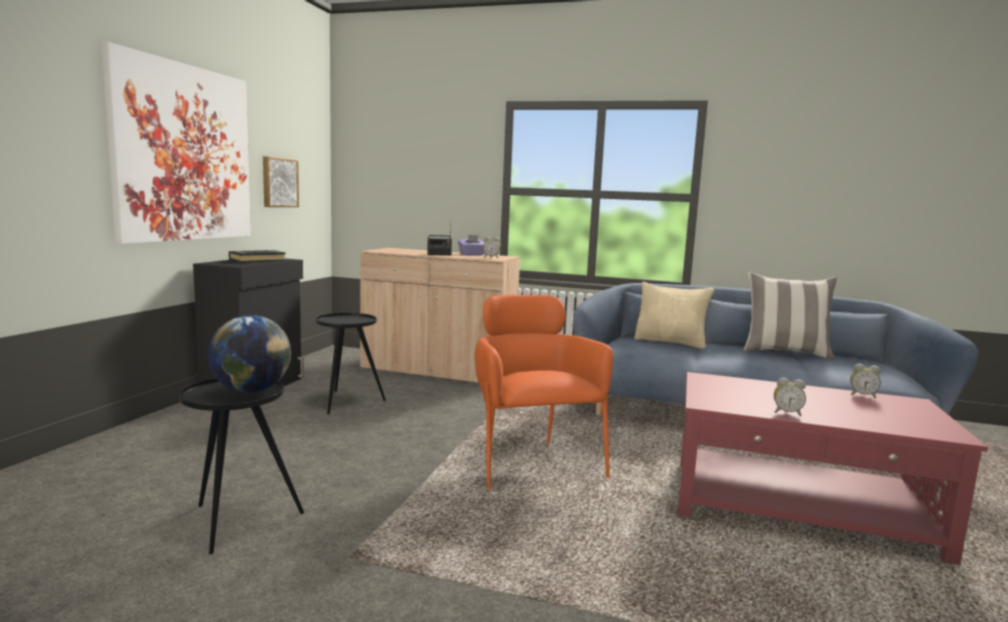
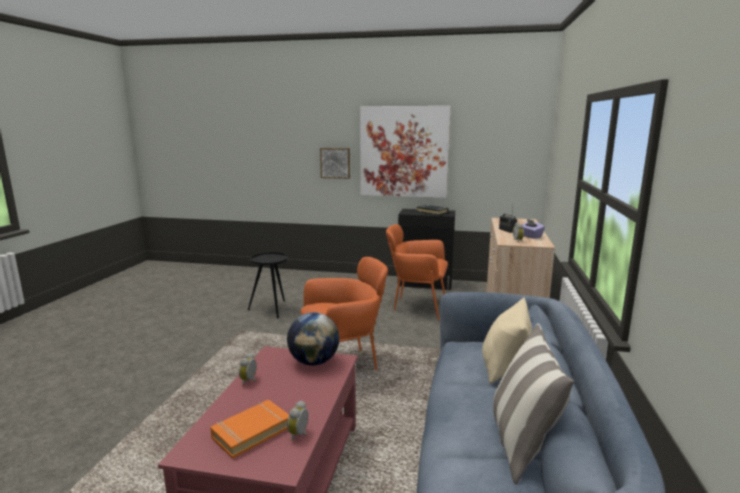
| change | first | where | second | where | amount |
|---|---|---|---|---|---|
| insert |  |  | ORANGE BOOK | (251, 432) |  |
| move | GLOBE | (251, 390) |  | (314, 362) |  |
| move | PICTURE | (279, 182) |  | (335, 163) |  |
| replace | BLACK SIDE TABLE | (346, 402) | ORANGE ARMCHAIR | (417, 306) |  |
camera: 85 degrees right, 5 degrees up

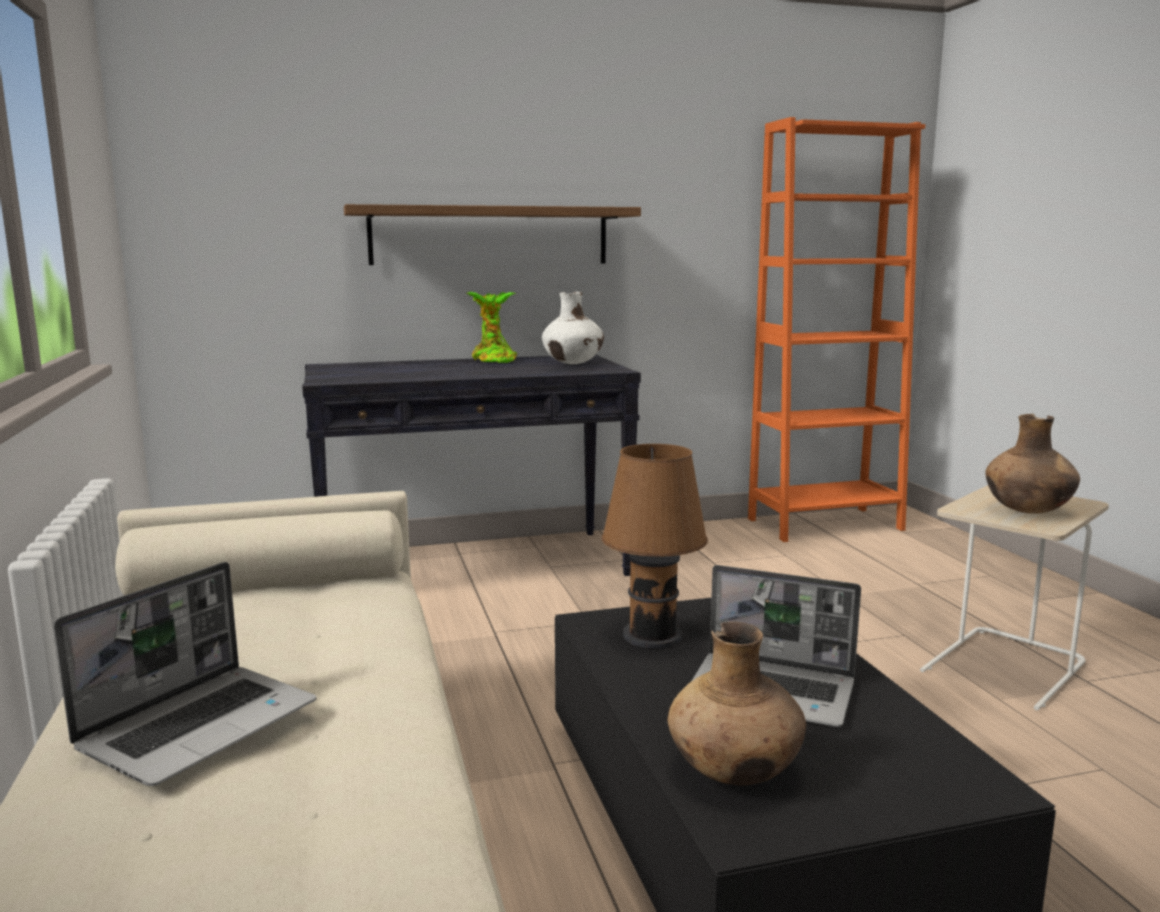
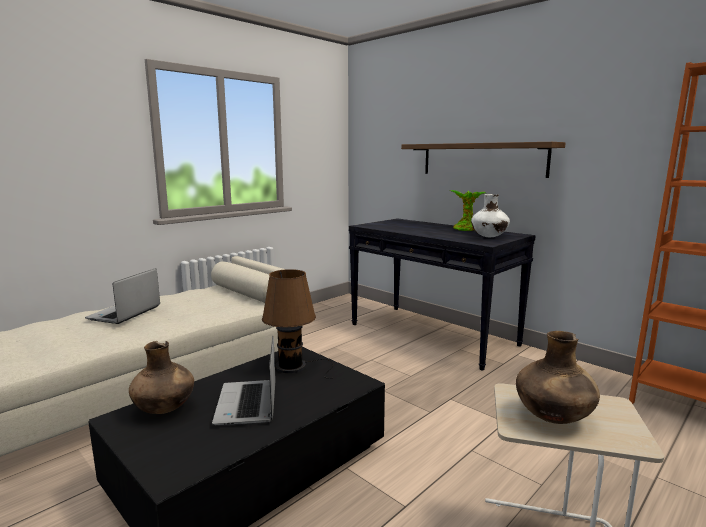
| change | first | where | second | where | amount |
|---|---|---|---|---|---|
| rotate | LAPTOP | (200, 725) |  | (124, 313) | 105 degrees clockwise |
camera: 60 degrees right, 0 degrees up

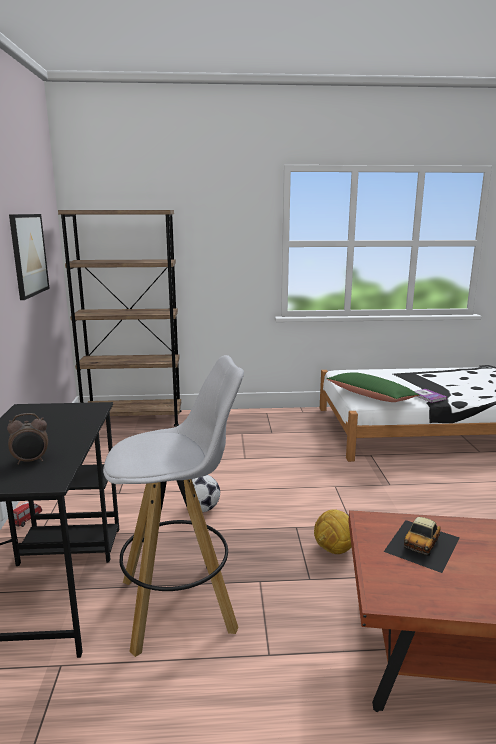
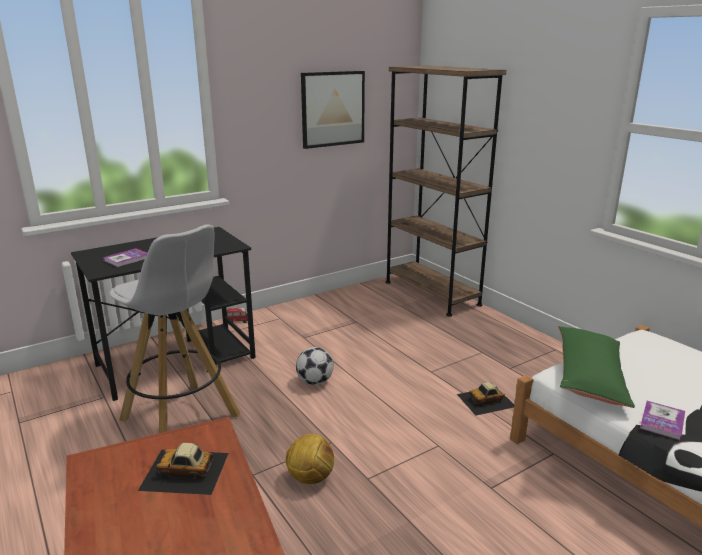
| change | first | where | second | where | amount |
|---|---|---|---|---|---|
| insert |  |  | TOY CAR | (486, 400) |  |
| replace | ALARM CLOCK | (31, 461) | BOOK | (127, 259) |  |
camera: 60 degrees right, 5 degrees up

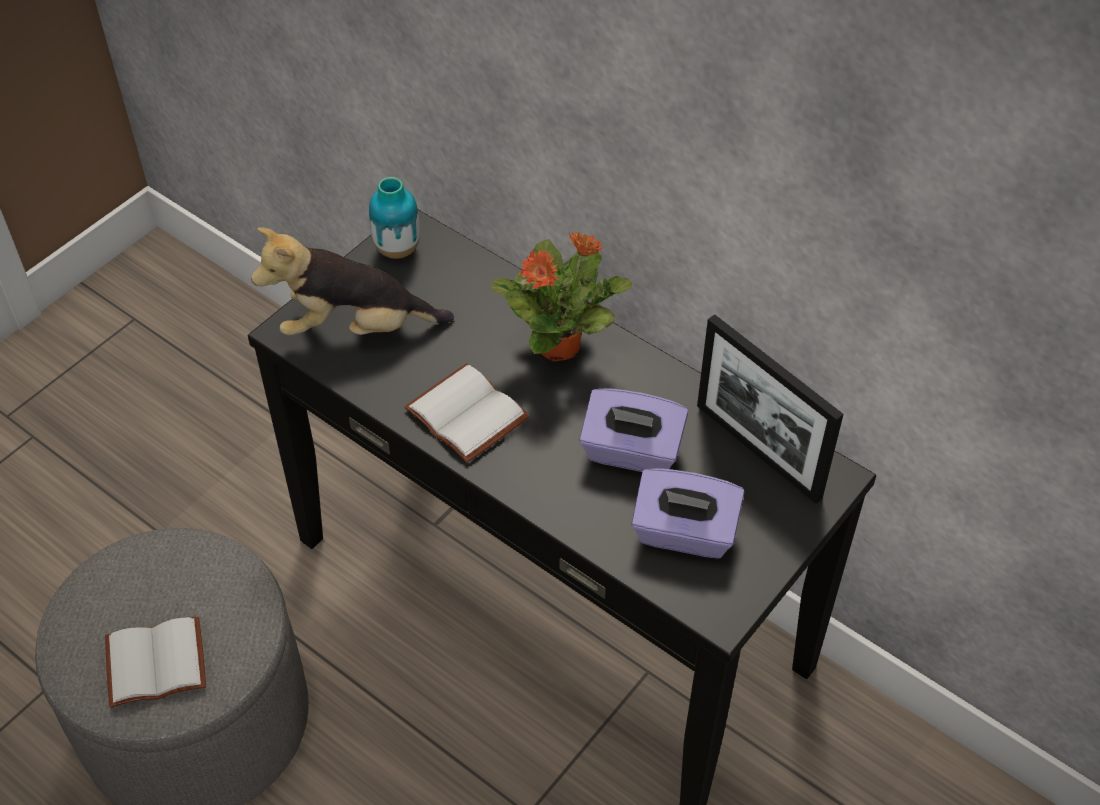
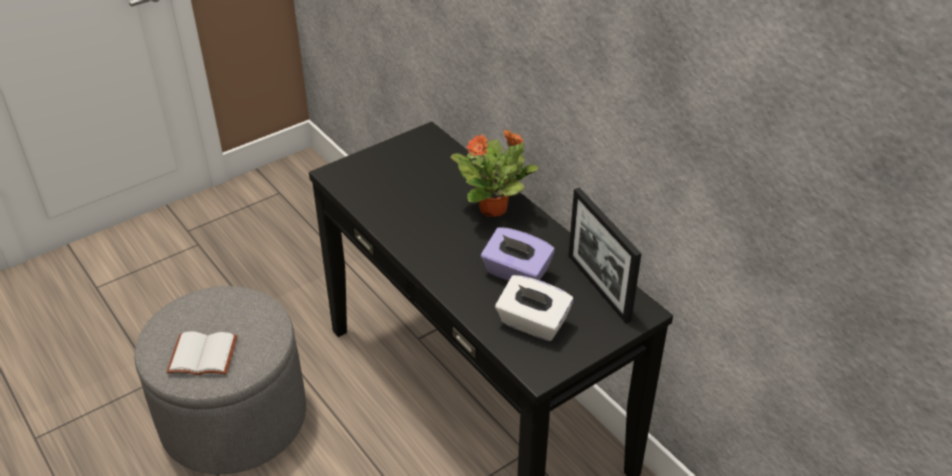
| change | first | where | second | where | amount |
|---|---|---|---|---|---|
| delete | PLUSH TOY | (355, 328) |  |  |  |
| delete | VASE | (397, 249) |  |  |  |
| delete | WHITE BOOK | (470, 414) |  |  |  |
| recolor | PURPLE TISSUE BOX | (684, 533) | WHITE TISSUE BOX | (532, 323) |  |
camera: 15 degrees right, 10 degrees down

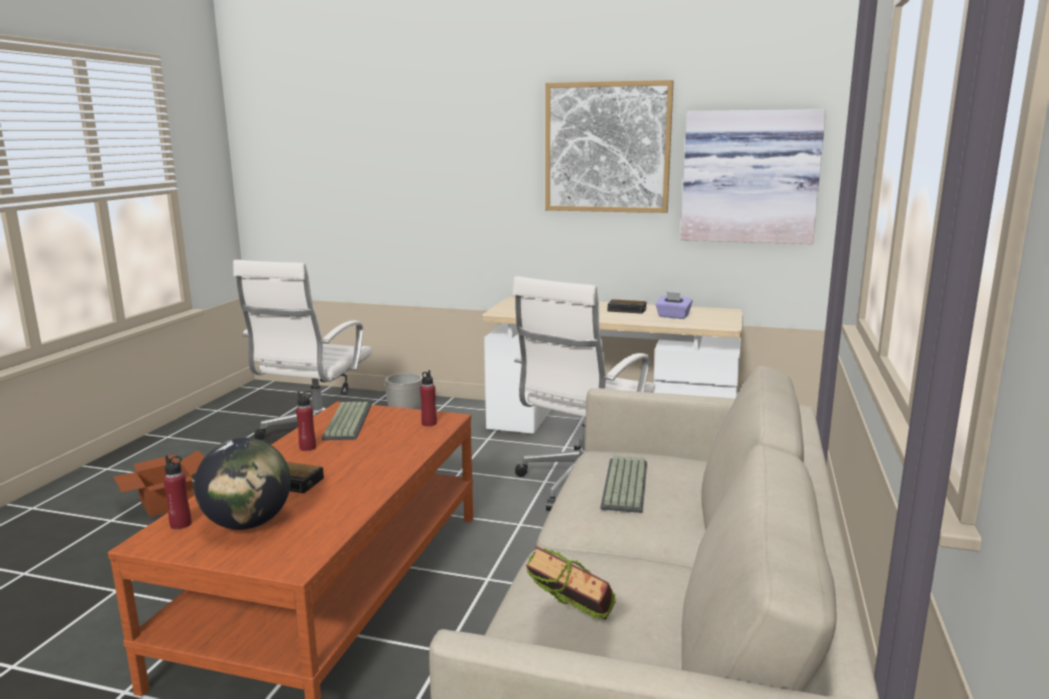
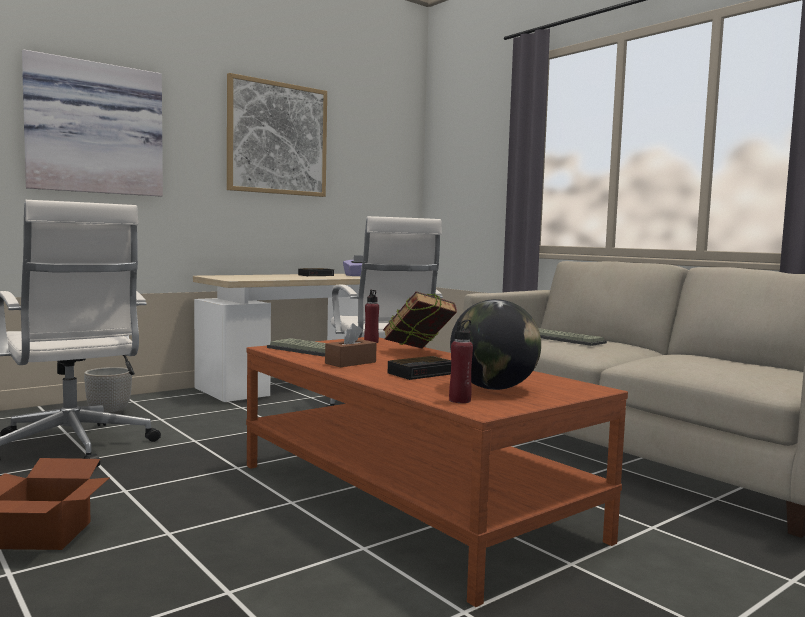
| change | first | where | second | where | amount |
|---|---|---|---|---|---|
| move | BOOK | (571, 630) |  | (418, 352) |  |
| move | PICTURE | (750, 177) |  | (94, 129) |  |
| replace | RED BOTTLE | (308, 448) | BROWN TISSUE BOX | (350, 363) |  |
camera: 55 degrees left, 10 degrees down

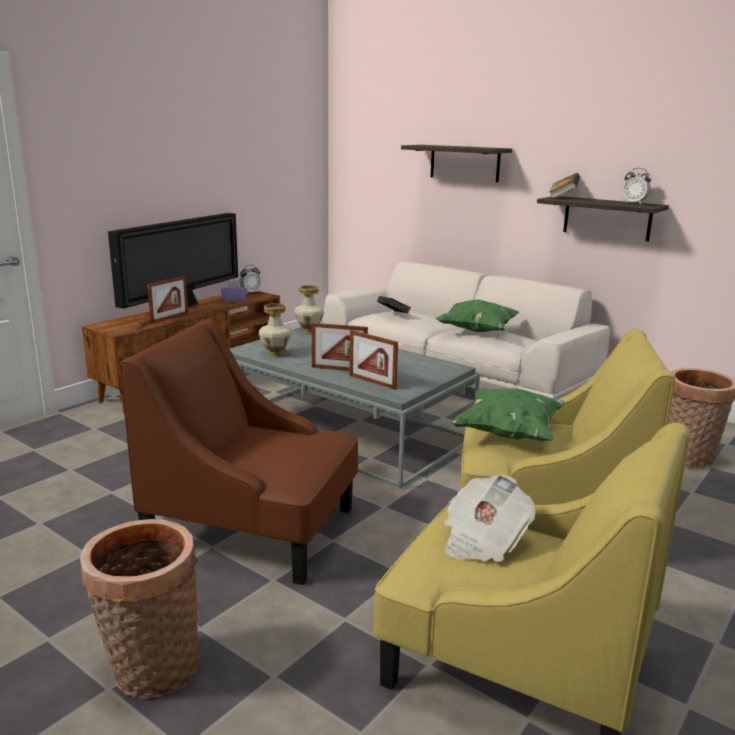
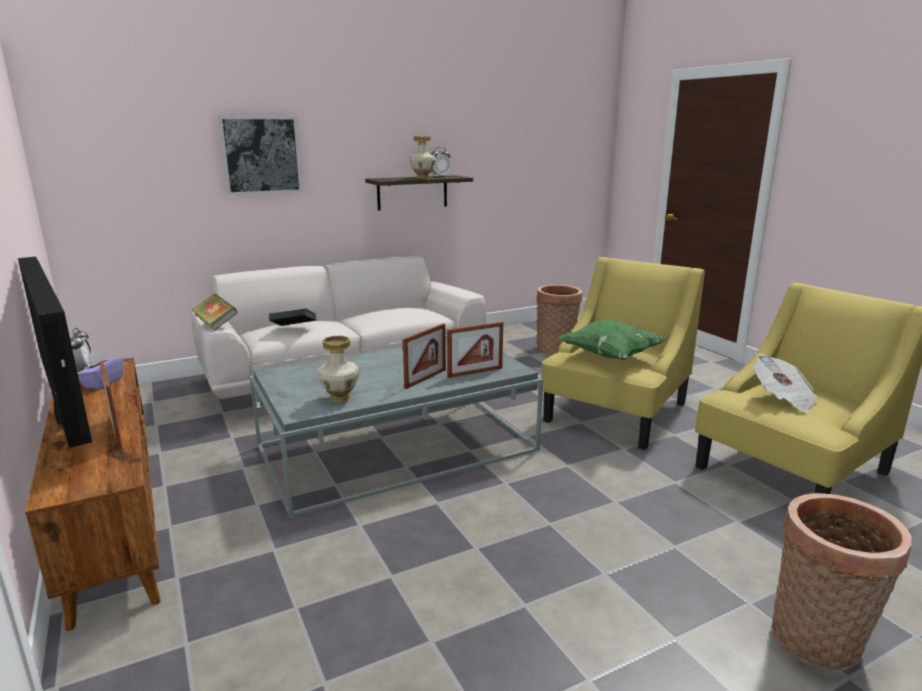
| change | first | where | second | where | amount |
|---|---|---|---|---|---|
| delete | BROWN ARMCHAIR | (254, 529) |  |  |  |
| delete | GREEN PILLOW | (476, 331) |  |  |  |
| move | VASE | (309, 331) |  | (422, 178) |  |
| move | BOOK | (563, 197) |  | (216, 324) |  |
| replace | SHELF | (464, 163) | PICTURE | (261, 155) |  |
camera: 65 degrees left, 0 degrees up

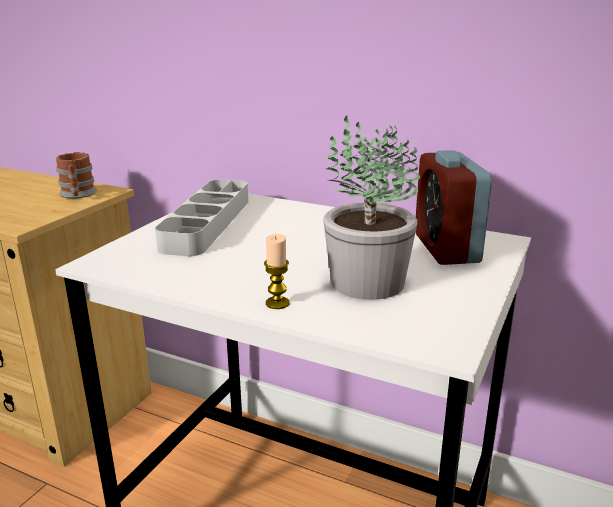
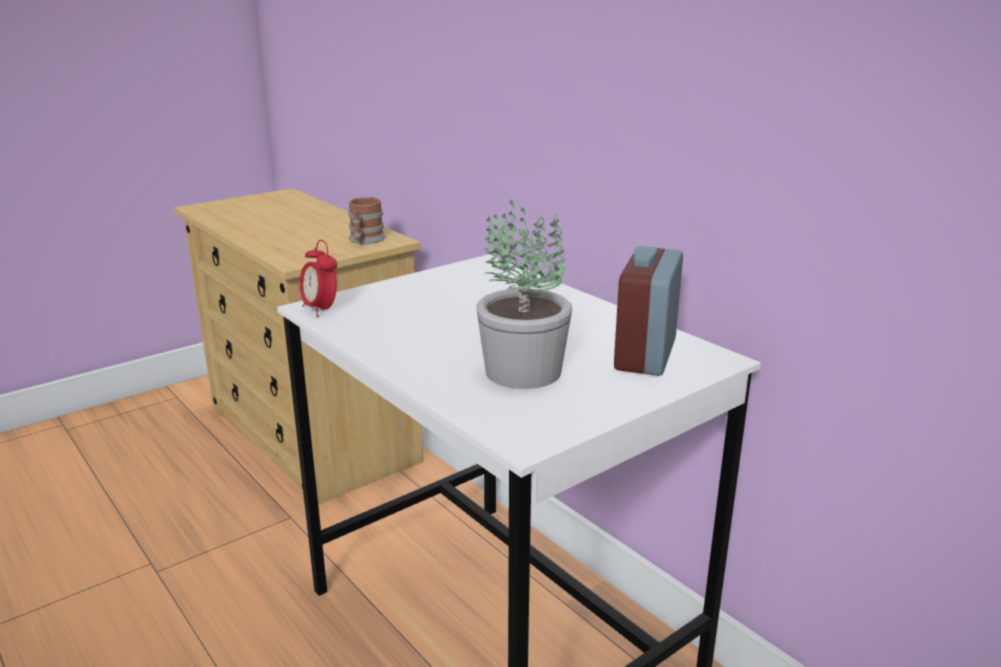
| change | first | where | second | where | amount |
|---|---|---|---|---|---|
| delete | GREY TRAY | (207, 223) |  |  |  |
| delete | CANDLE | (277, 303) |  |  |  |
| insert |  |  | ALARM CLOCK | (320, 310) |  |
camera: 25 degrees right, 0 degrees up

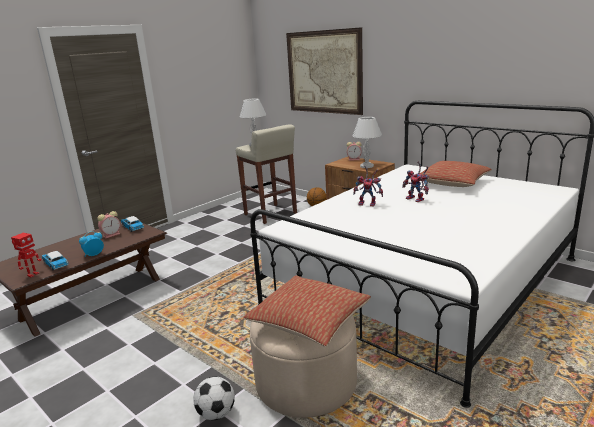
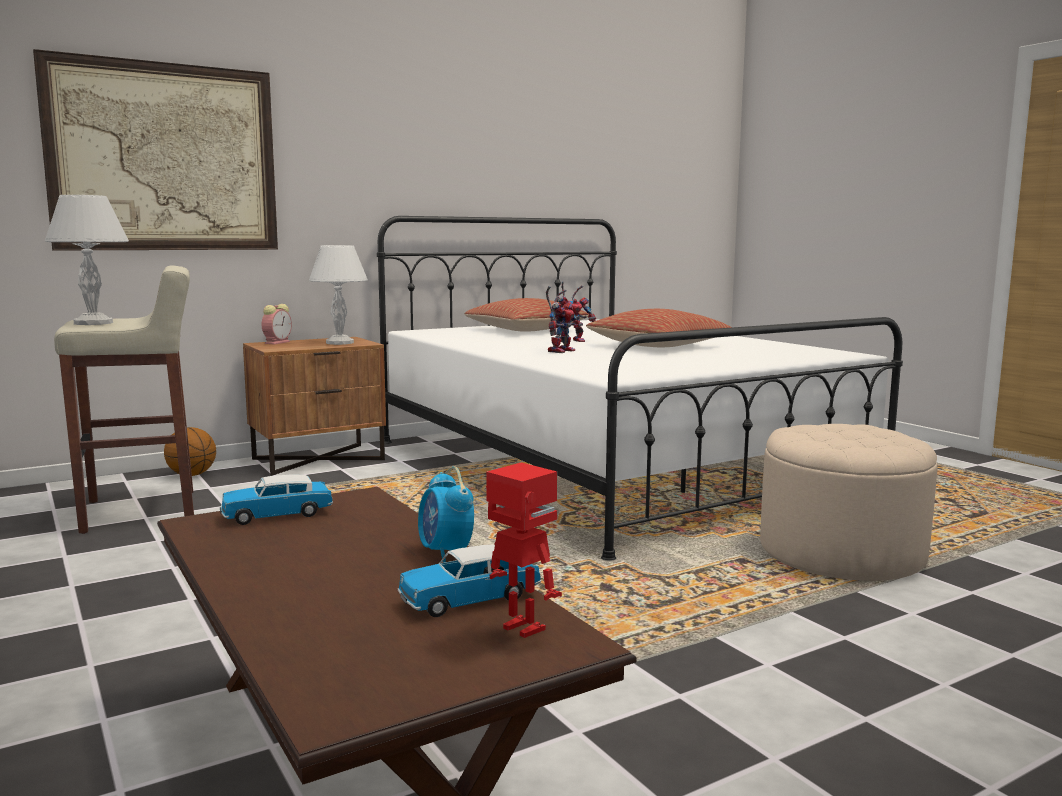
| change | first | where | second | where | amount |
|---|---|---|---|---|---|
| delete | ALARM CLOCK | (112, 235) |  |  |  |
| delete | FOOTBALL | (216, 413) |  |  |  |
| move | PILLOW | (309, 321) |  | (659, 346) |  |
camera: 75 degrees left, 10 degrees down

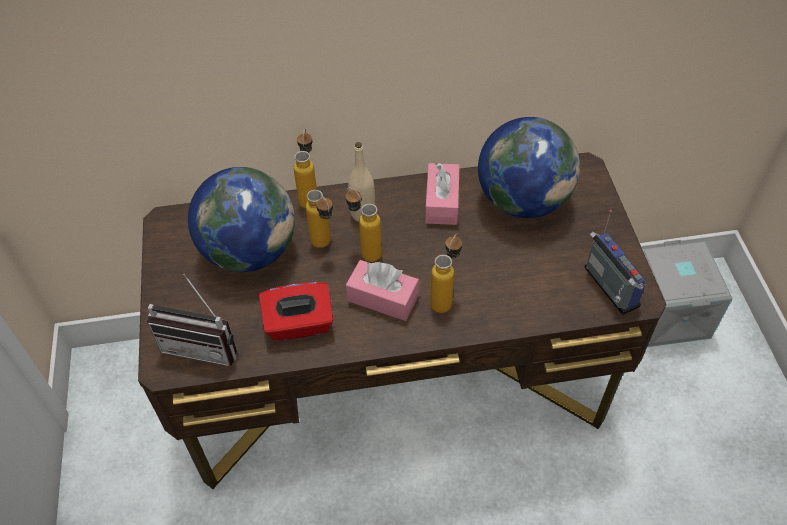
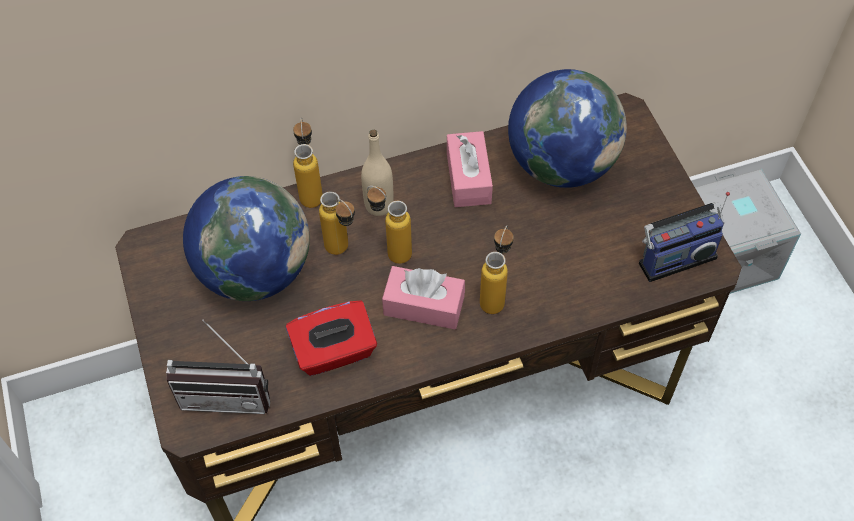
| change | first | where | second | where | amount |
|---|---|---|---|---|---|
| rotate | RADIO | (608, 288) |  | (675, 257) | 105 degrees clockwise |
camera: 10 degrees left, 5 degrees up

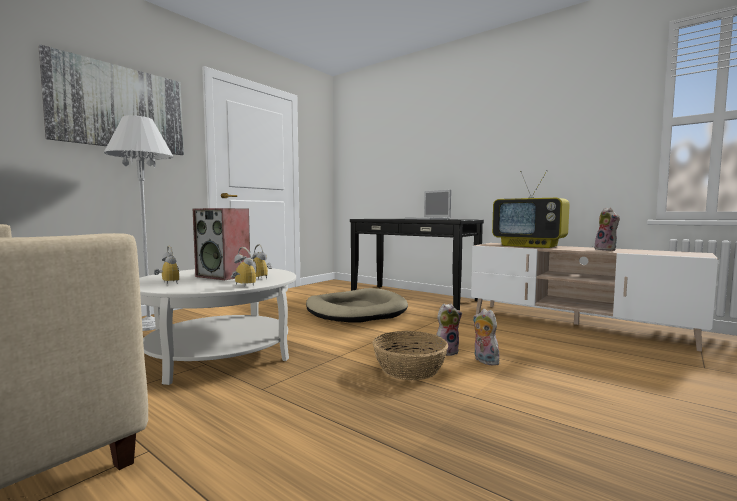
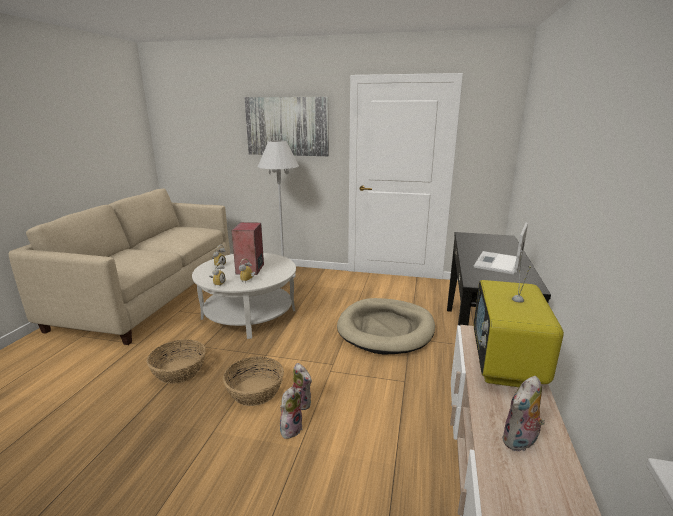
| change | first | where | second | where | amount |
|---|---|---|---|---|---|
| insert |  |  | BASKET | (179, 371) |  |
camera: 65 degrees right, 15 degrees up

